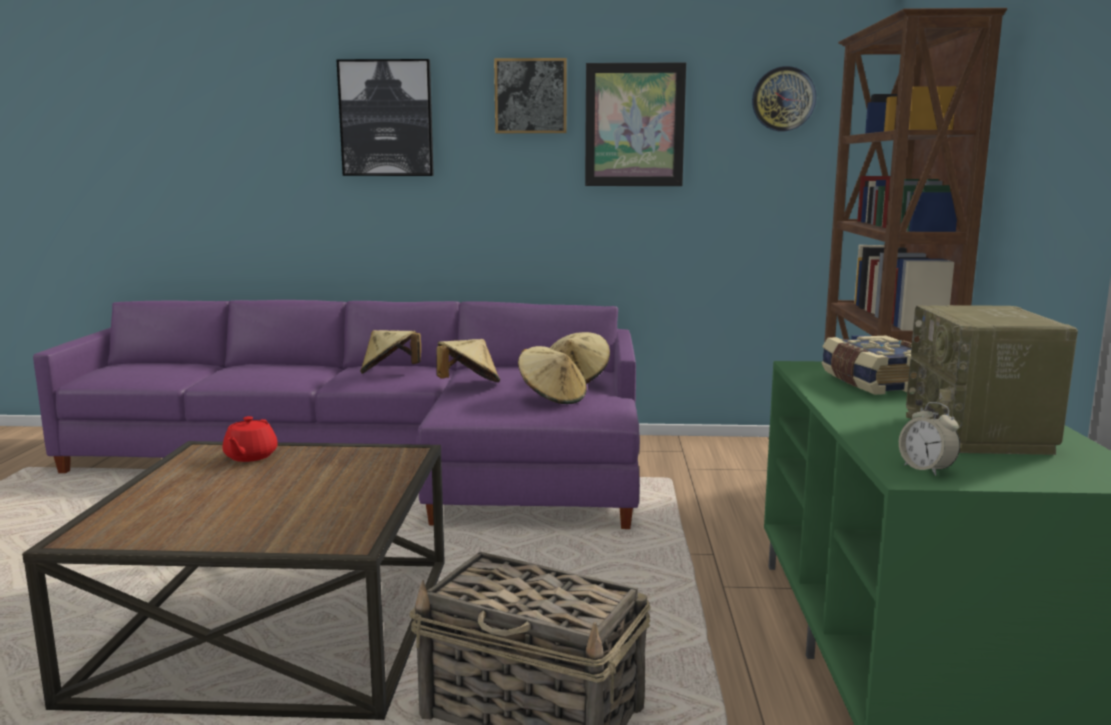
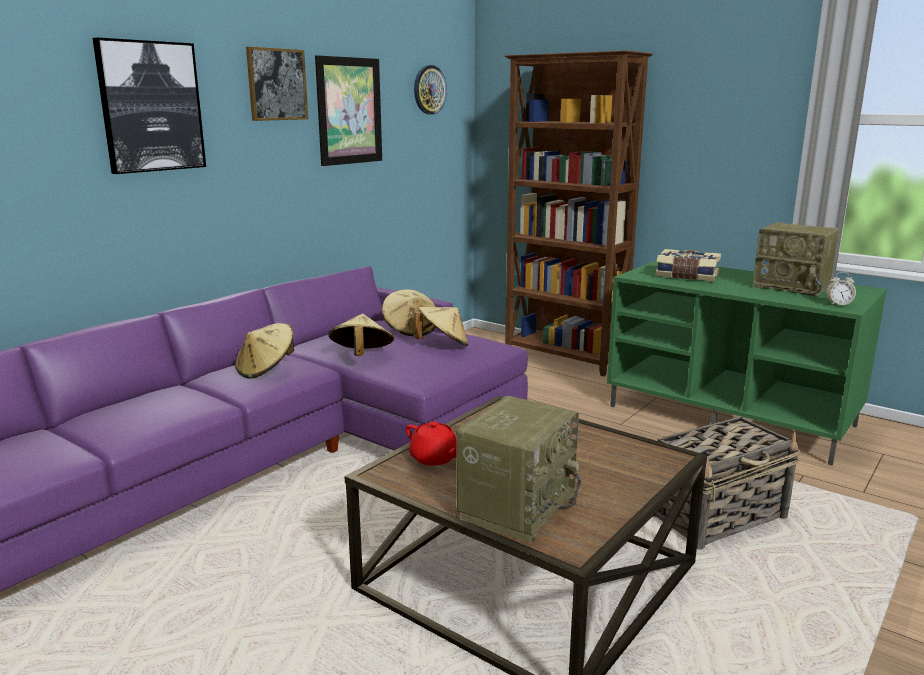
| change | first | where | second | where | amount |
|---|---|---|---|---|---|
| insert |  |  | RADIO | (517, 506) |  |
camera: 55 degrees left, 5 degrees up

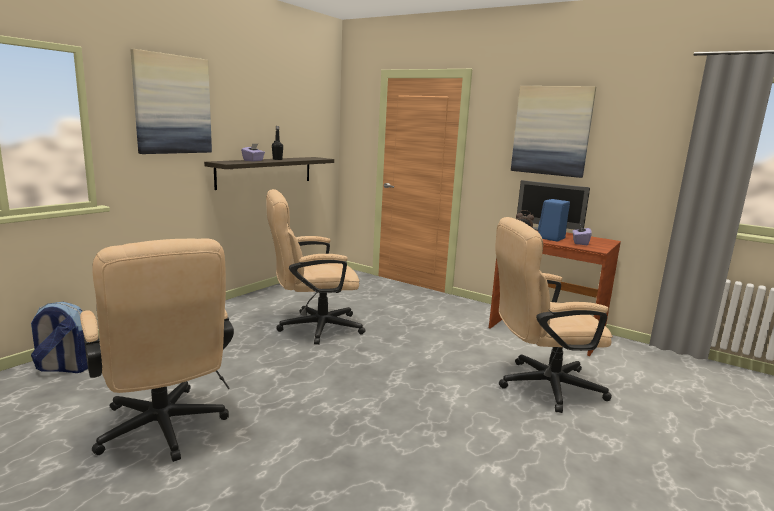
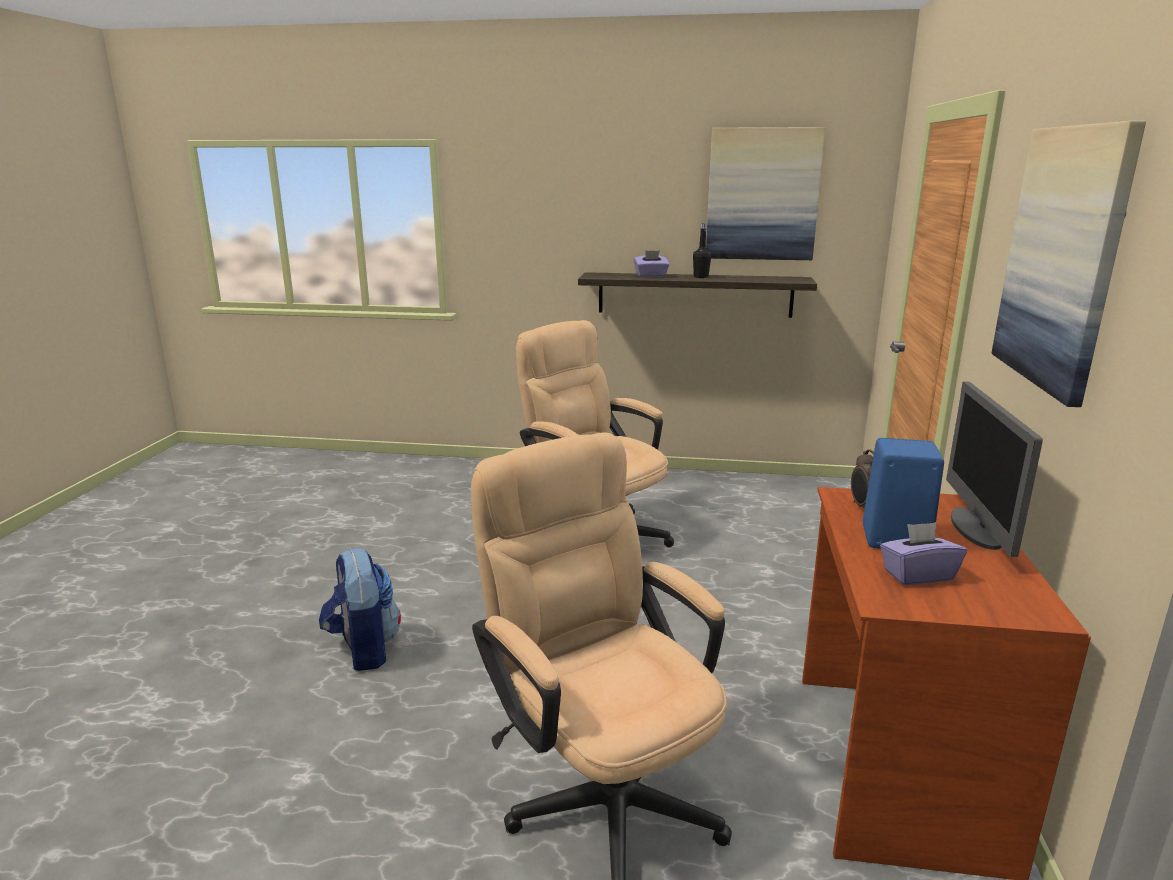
| change | first | where | second | where | amount |
|---|---|---|---|---|---|
| delete | BEIGE OFFICE CHAIR | (164, 432) |  |  |  |
| move | BACKPACK | (64, 368) |  | (363, 649) |  |
| move | PICTURE | (172, 105) |  | (762, 194) |  |
camera: 65 degrees right, 5 degrees up

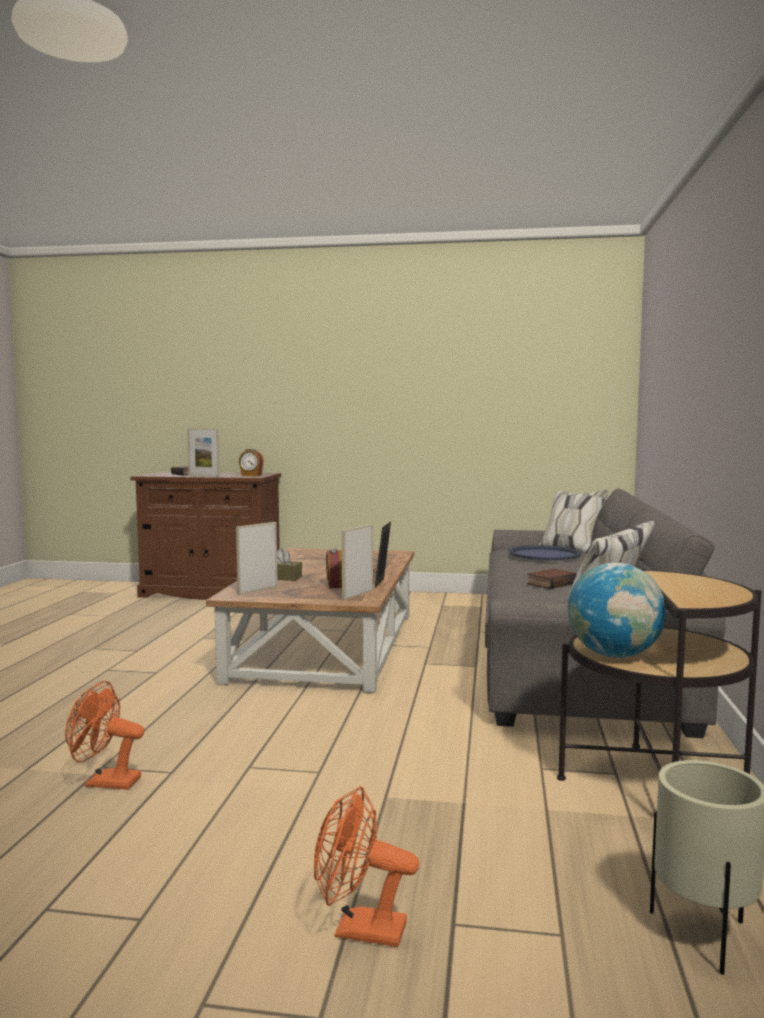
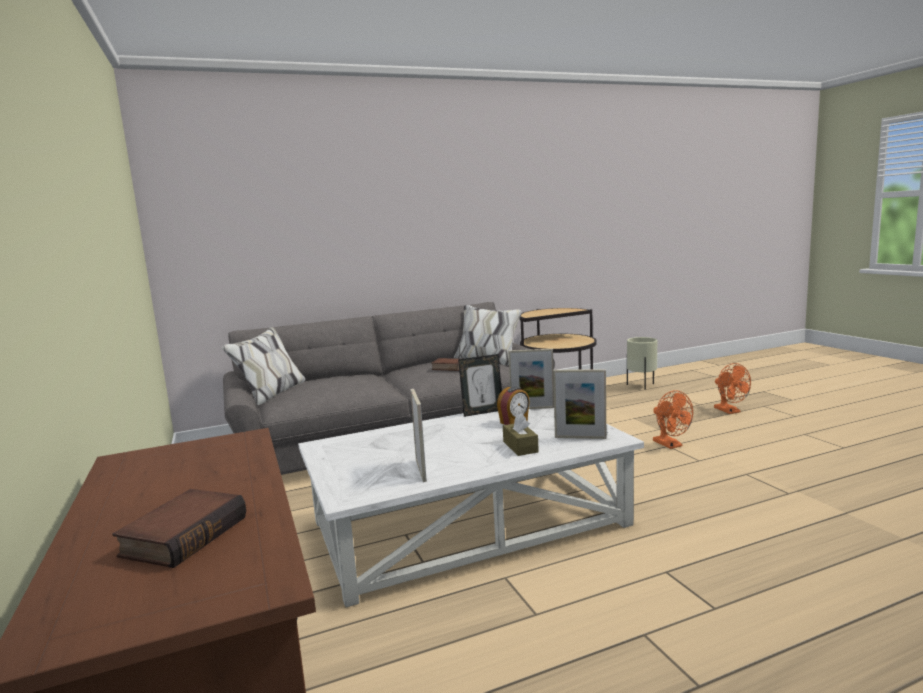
| change | first | where | second | where | amount |
|---|---|---|---|---|---|
| delete | ALARM CLOCK | (251, 475) |  |  |  |
| delete | BLUE TRAY | (544, 554) |  |  |  |
| delete | GLOBE | (614, 655) |  |  |  |
| move | ORANGE FAN | (105, 782) |  | (670, 445) |  |
| move | PICTURE FRAME | (203, 476) |  | (421, 470) |  |
| recolor | BROWN COFFEE TABLE | (328, 646) | WHITE COFFEE TABLE | (469, 522) |  |
camera: 120 degrees left, 5 degrees up

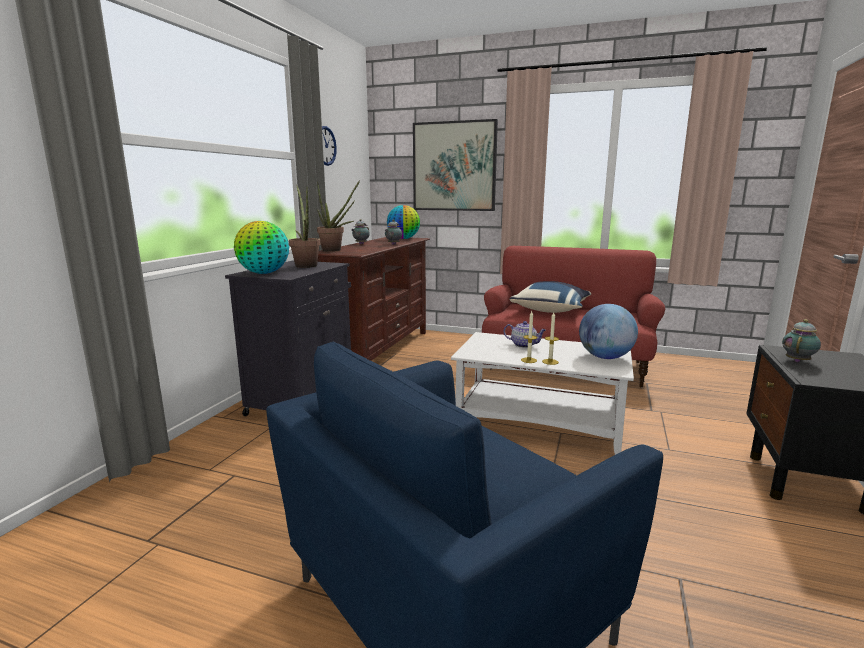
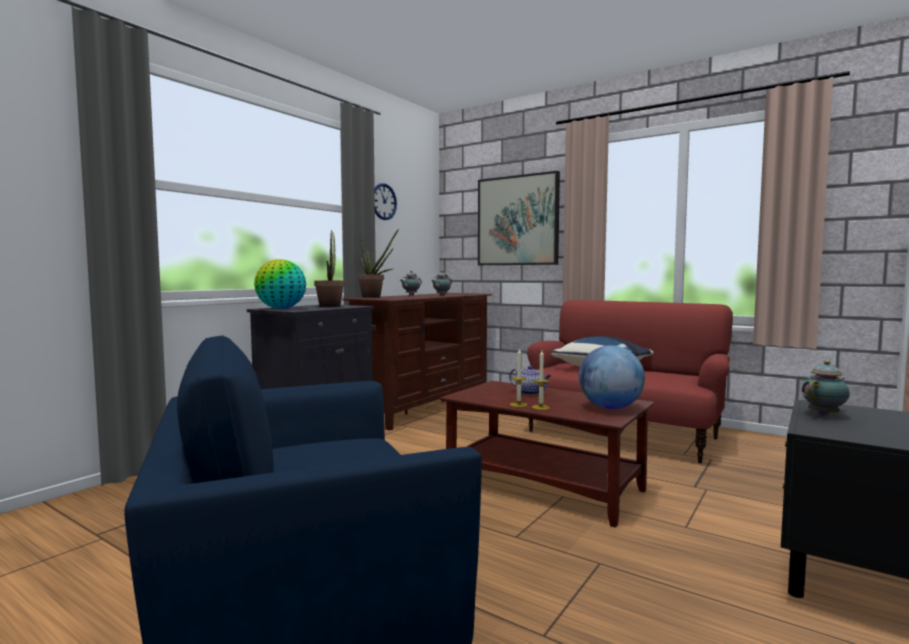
| change | first | where | second | where | amount |
|---|---|---|---|---|---|
| delete | GLOBE | (403, 239) |  |  |  |
| recolor | WHITE COFFEE TABLE | (540, 424) | BROWN COFFEE TABLE | (545, 486) |  |
camera: 15 degrees right, 10 degrees down

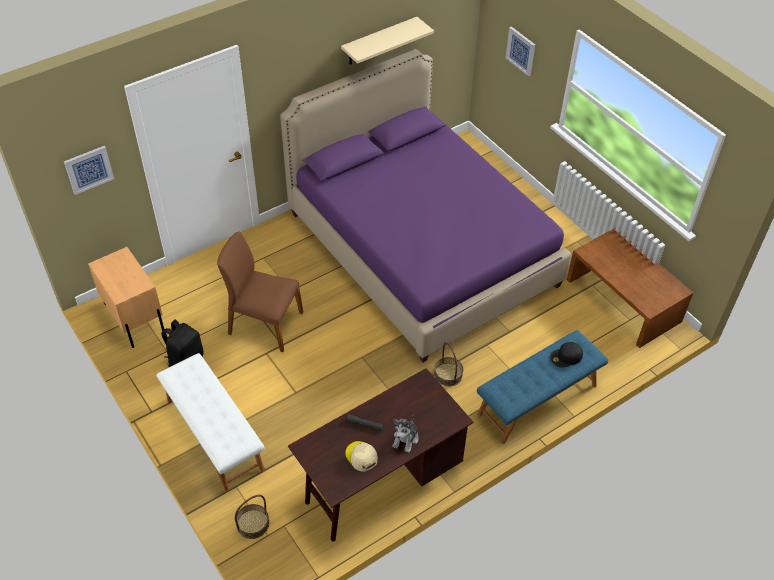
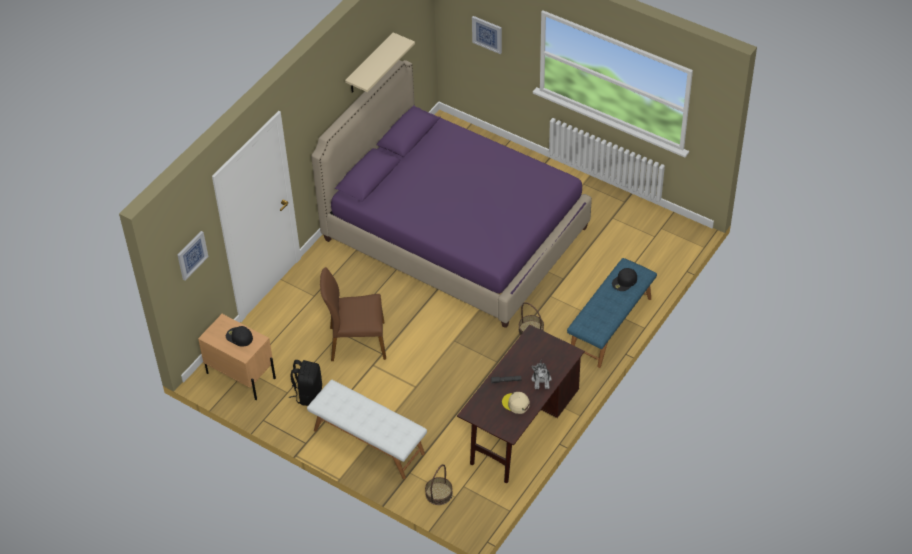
| change | first | where | second | where | amount |
|---|---|---|---|---|---|
| delete | BROWN COFFEE TABLE | (623, 300) |  |  |  |
| insert |  |  | BLACK CAP | (239, 337) |  |
camera: 20 degrees left, 0 degrees up

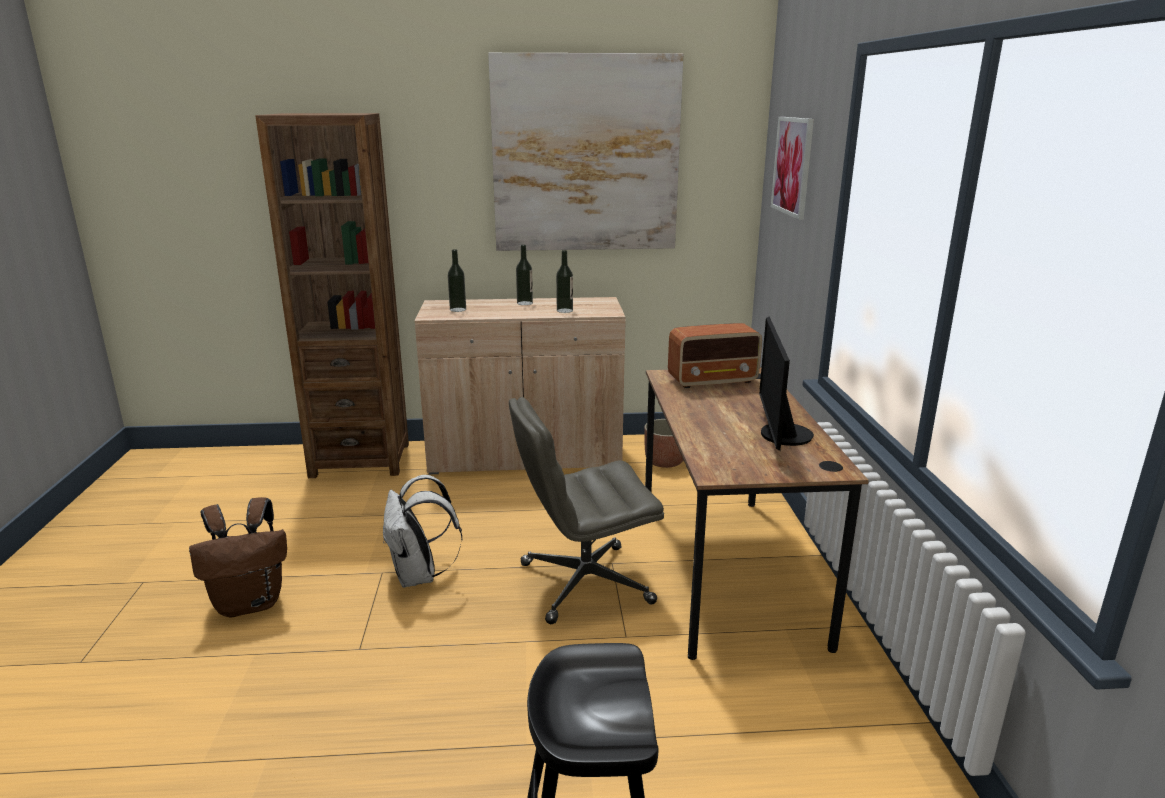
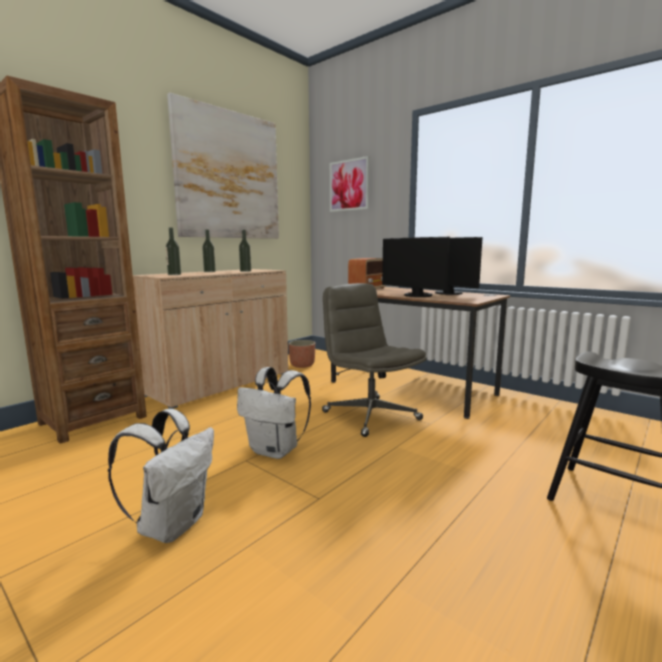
| change | first | where | second | where | amount |
|---|---|---|---|---|---|
| insert |  |  | MONITOR | (416, 295) |  |
| recolor | BROWN BACKPACK | (251, 603) | WHITE BACKPACK | (172, 524) |  |
| rotate | GREY OFFICE CHAIR | (584, 584) |  | (370, 415) | 120 degrees clockwise |
camera: 45 degrees left, 10 degrees down

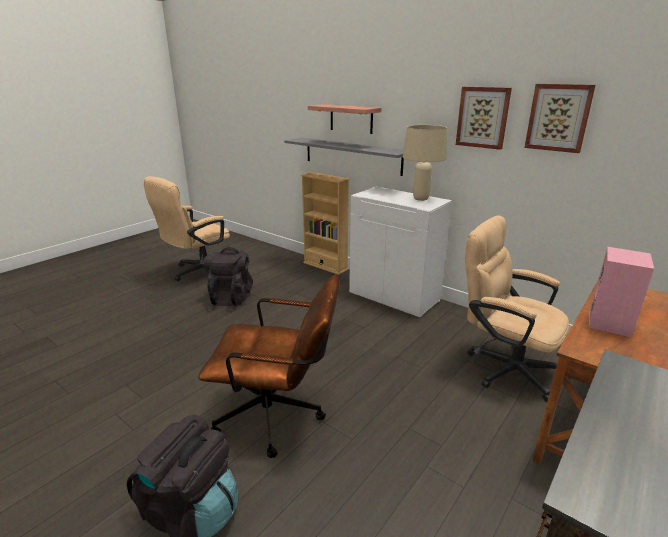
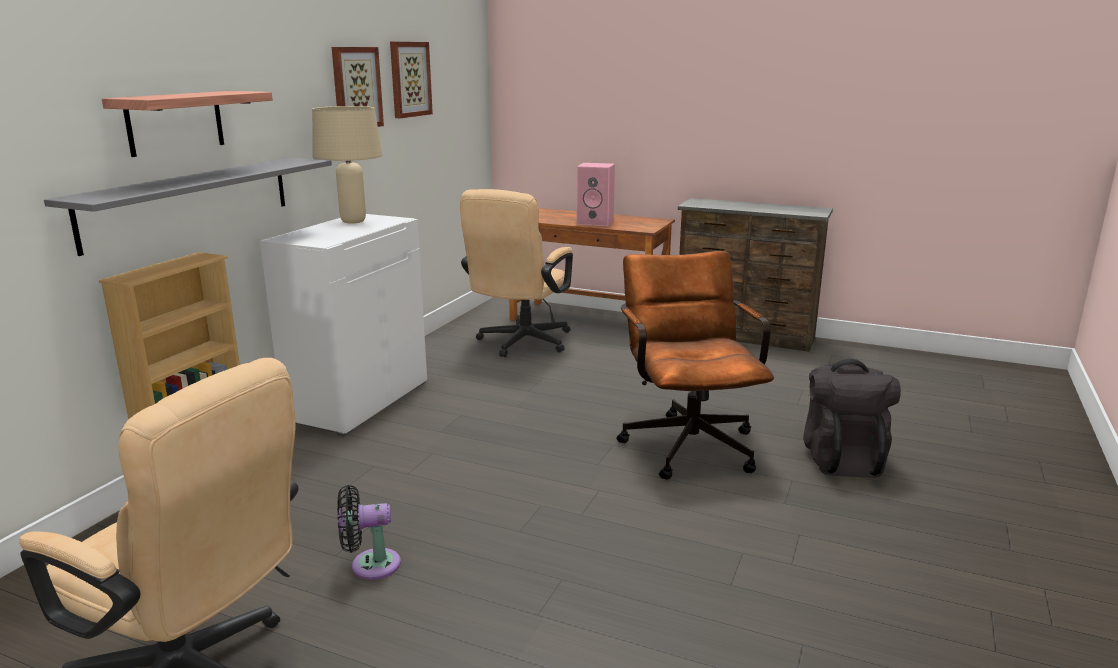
| change | first | where | second | where | amount |
|---|---|---|---|---|---|
| replace | BLACK BACKPACK | (231, 297) | BLACK FAN | (370, 565) |  |
camera: 105 degrees left, 5 degrees down

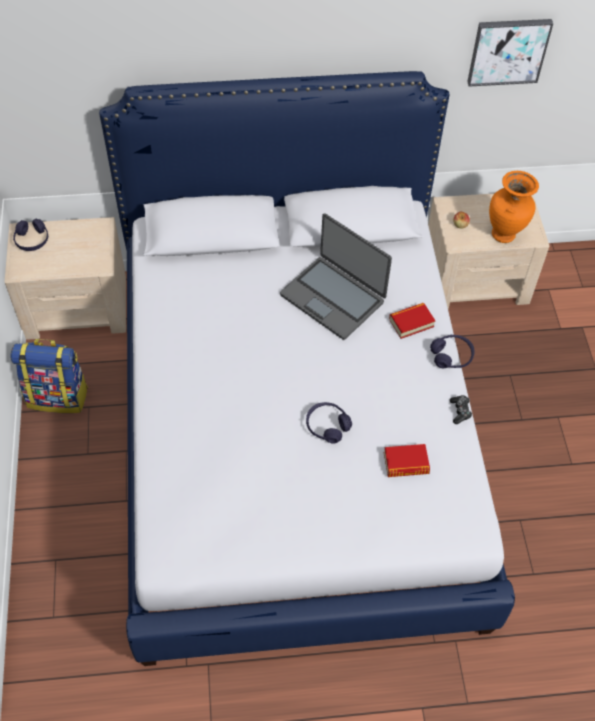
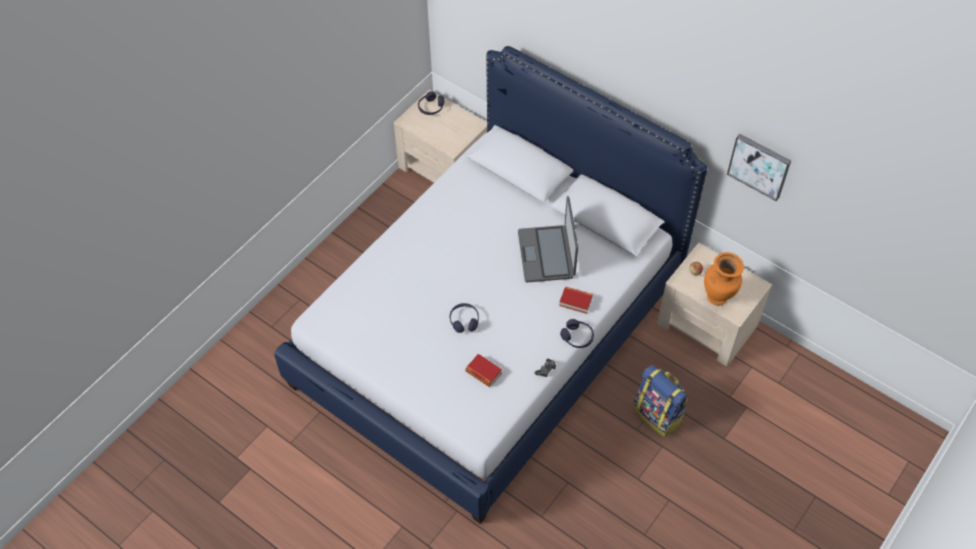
| change | first | where | second | where | amount |
|---|---|---|---|---|---|
| move | BACKPACK | (58, 396) |  | (658, 415) |  |
camera: 45 degrees right, 0 degrees up

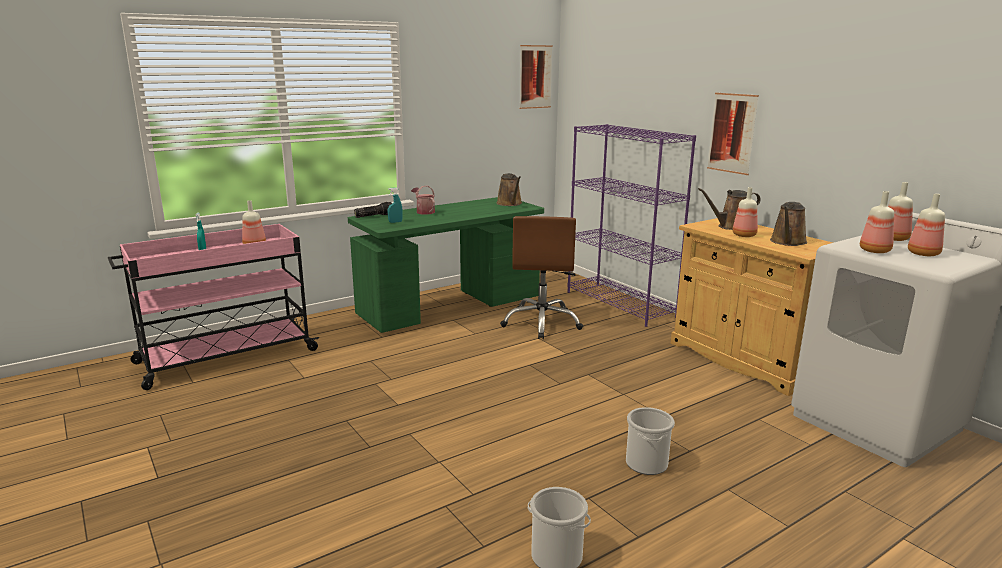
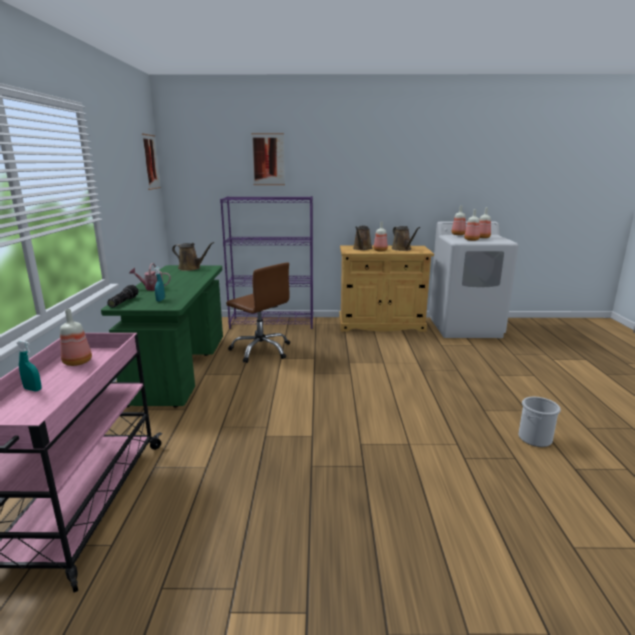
| change | first | where | second | where | amount |
|---|---|---|---|---|---|
| delete | BUCKET | (647, 464) |  |  |  |
| move | PICTURE | (732, 133) |  | (268, 159) |  |
camera: 55 degrees left, 0 degrees up

